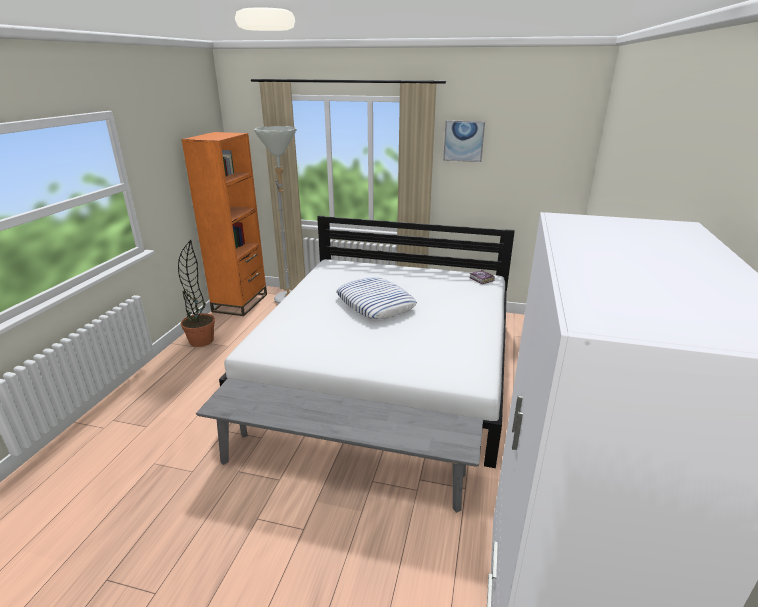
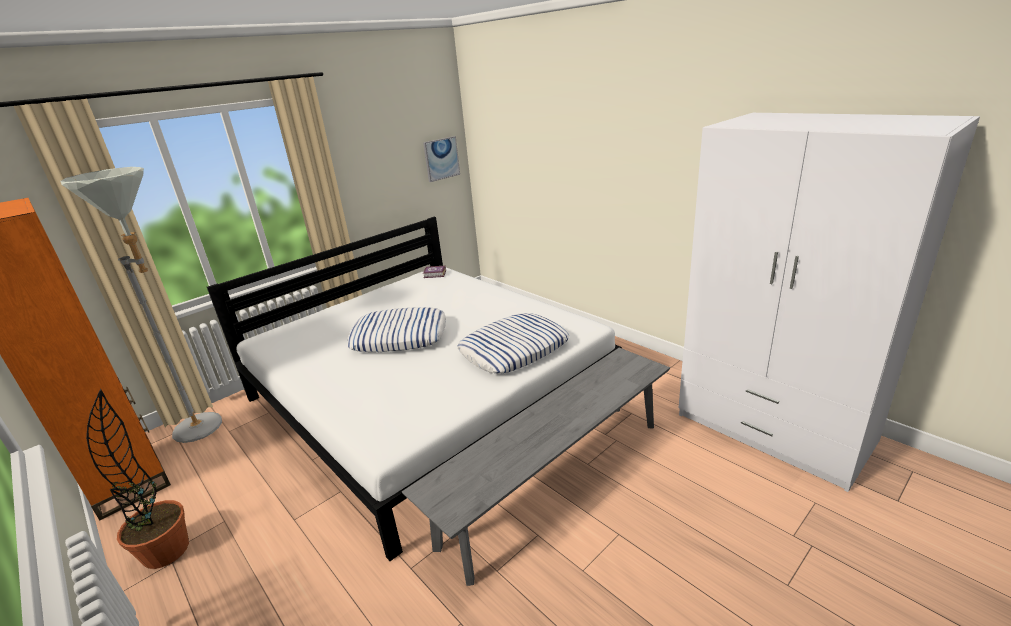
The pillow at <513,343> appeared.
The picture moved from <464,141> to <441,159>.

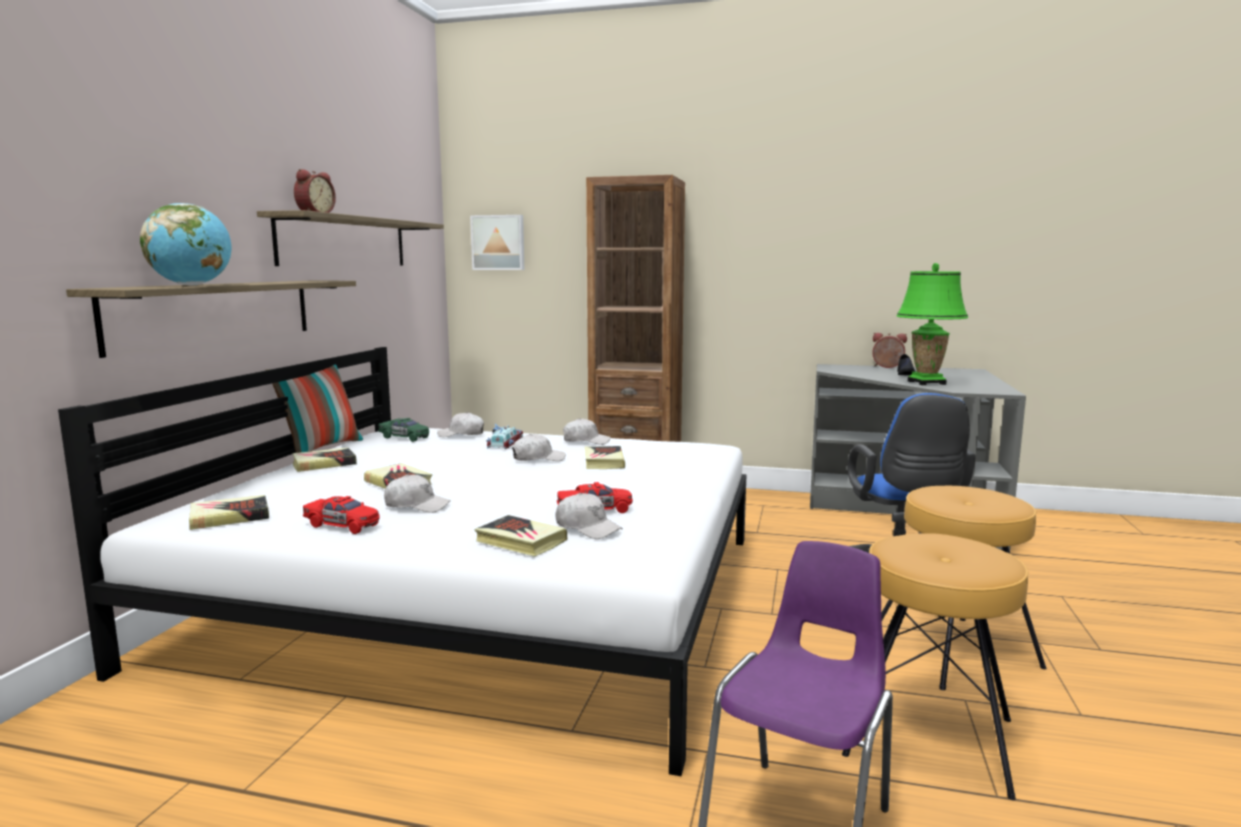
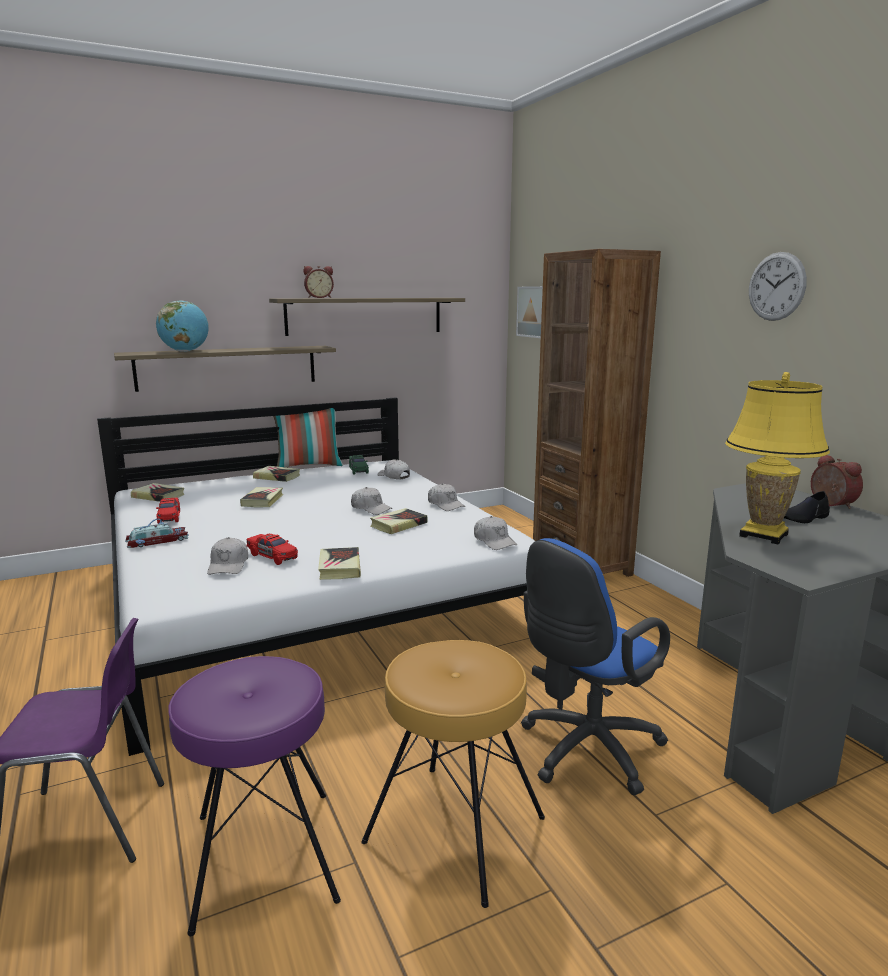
The wall clock at <778,286> appeared.
The cap (white) moved from <417,493> to <495,533>.
The book moved from <520,536> to <339,563>.
The toy car moved from <505,436> to <156,533>.
The stool (brown) at <935,666> became the stool (purple) at <254,796>.
The table lamp (green) at <932,324> became the table lamp (yellow) at <777,458>.

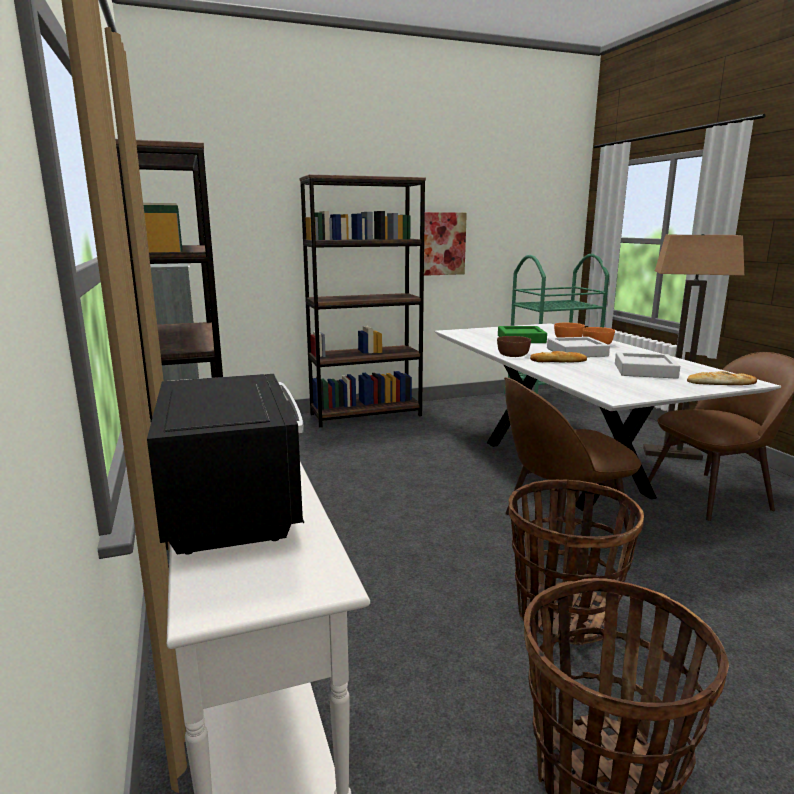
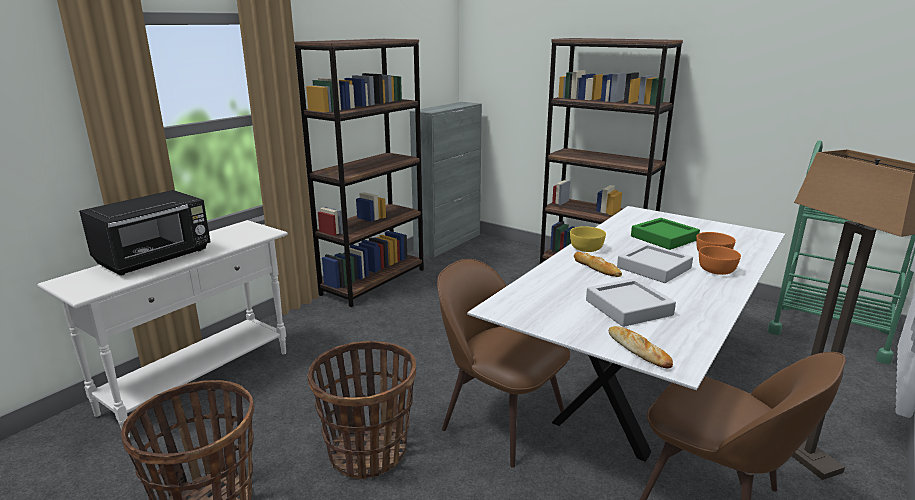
The picture at <445,244> disappeared.
The bowl (brown) at <514,346> became the bowl (yellow) at <588,239>.

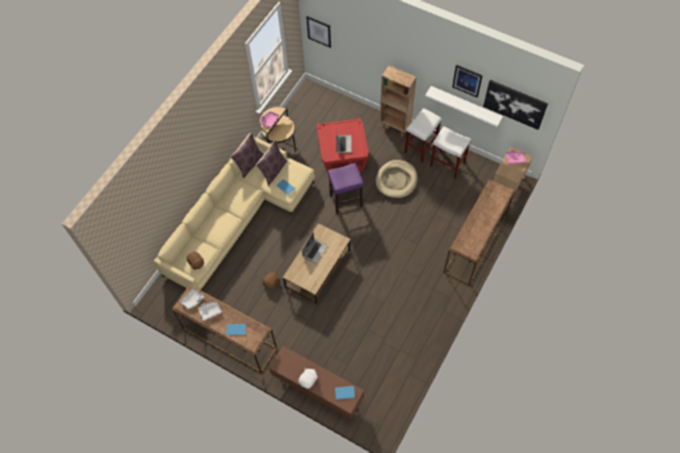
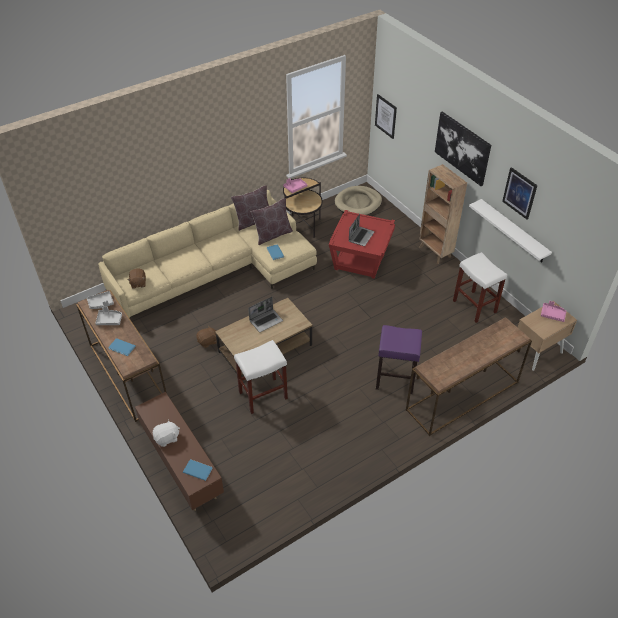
The stool (purple) moved from <346,188> to <399,359>.
The dog bed (beige) moved from <396,179> to <358,200>.
The stool (white) moved from <423,135> to <261,377>.
The picture moved from <515,105> to <463,149>.

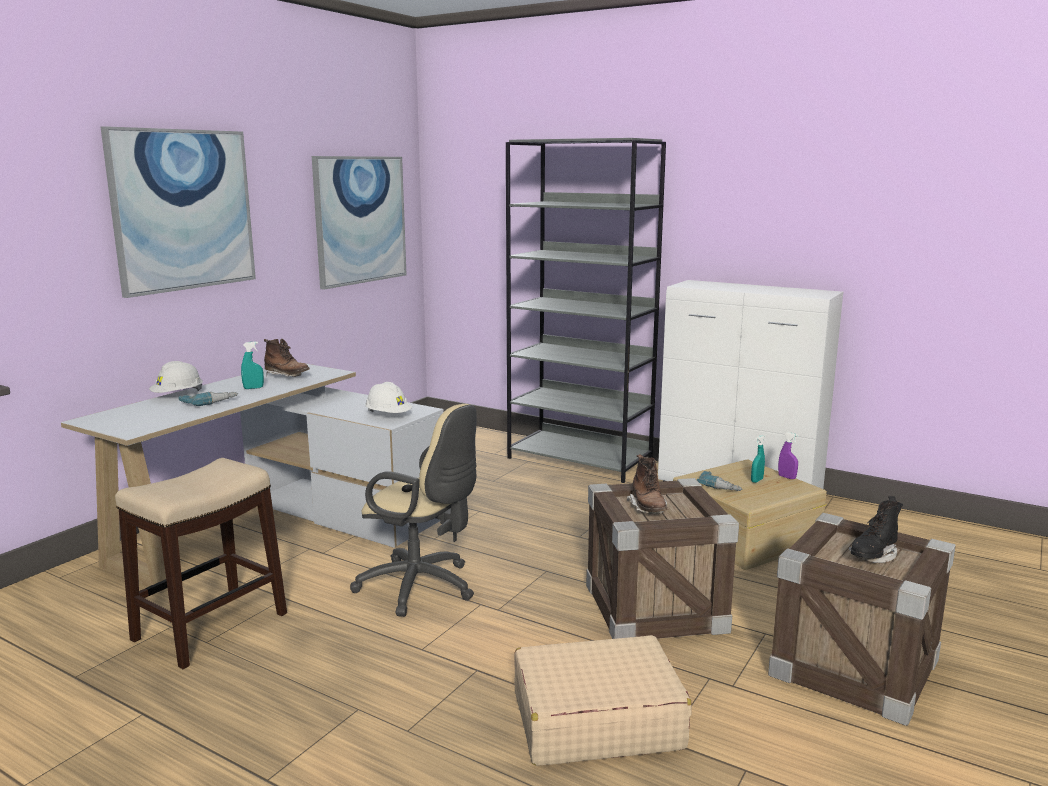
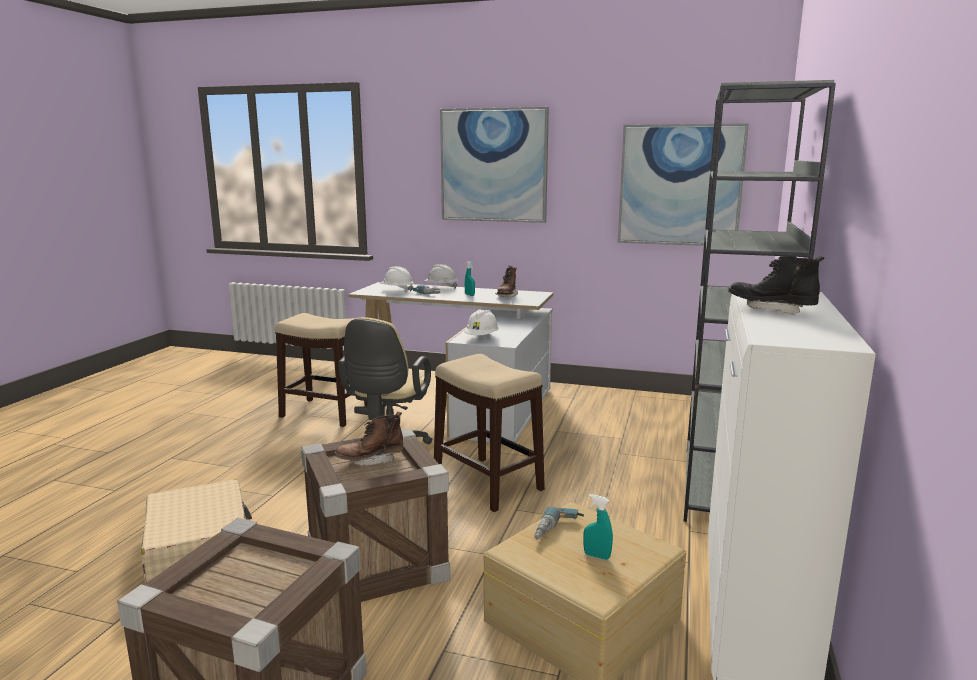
The spray bottle (purple) at <788,455> disappeared.
The hard hat (white) at <396,278> appeared.
The stool at <489,433> appeared.
The boot (black) moved from <876,529> to <776,285>.

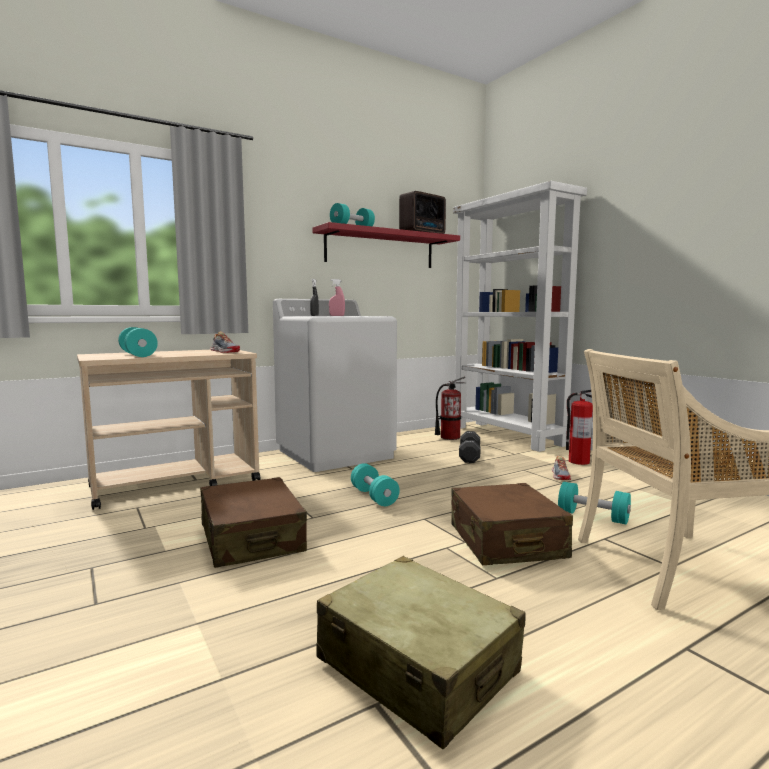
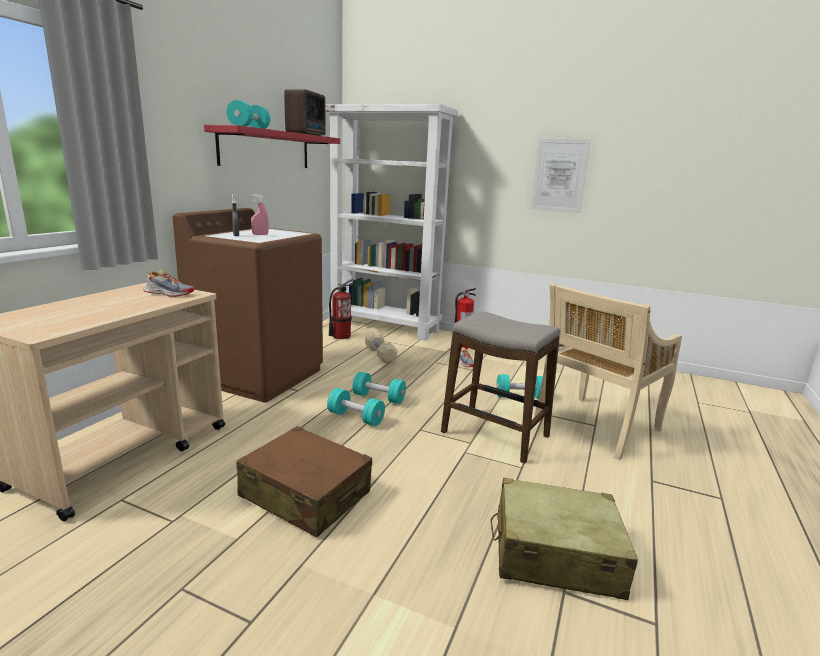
The picture at <561,175> appeared.
The dumbbell (turquoise) moved from <138,342> to <379,388>.
The suitcase (brown) at <512,524> was replaced by the stool at <500,388>.
The washing machine (white) at <335,385> became the washing machine (brown) at <247,305>.
The dumbbell (black) at <469,447> became the dumbbell (beige) at <381,347>.

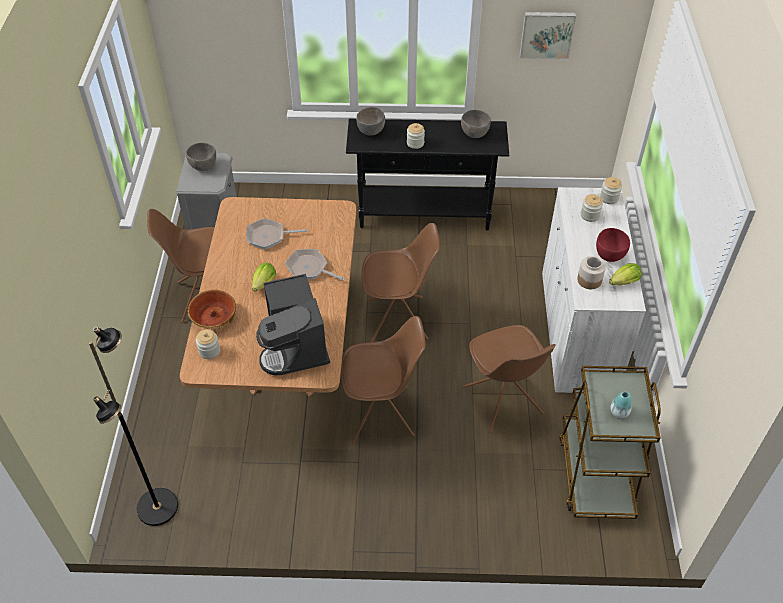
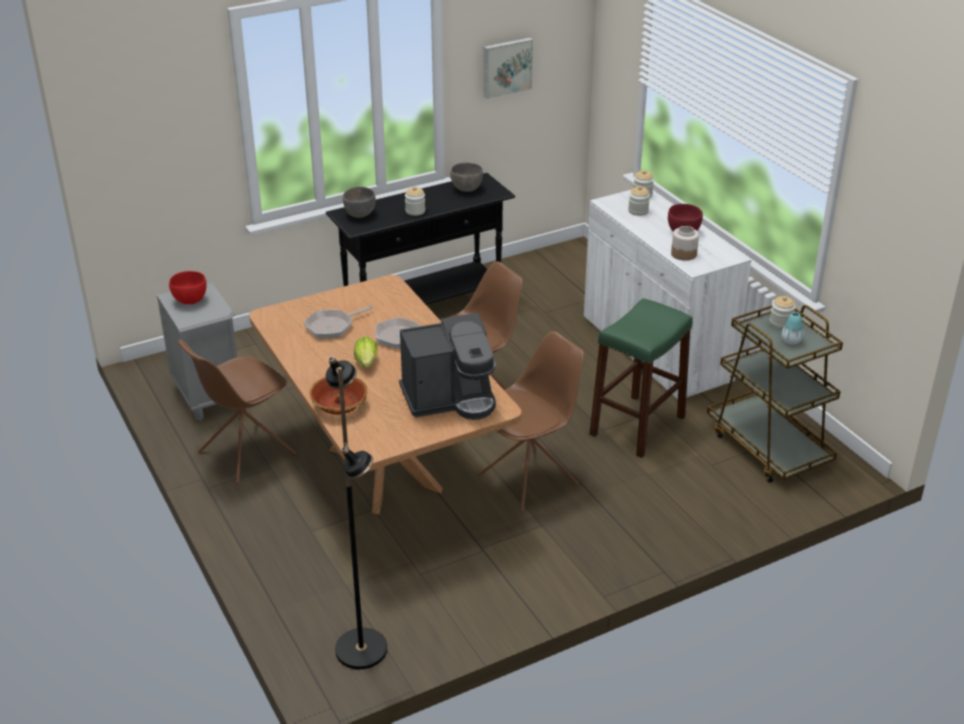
The lettuce at <625,274> disappeared.
The jar moved from <208,344> to <783,312>.
The chair (brown) at <509,379> was replaced by the stool (green) at <641,378>.
The bowl (grey) at <201,157> became the bowl (red) at <188,287>.
The coffee machine at <293,325> turned 60 degrees counterclockwise.

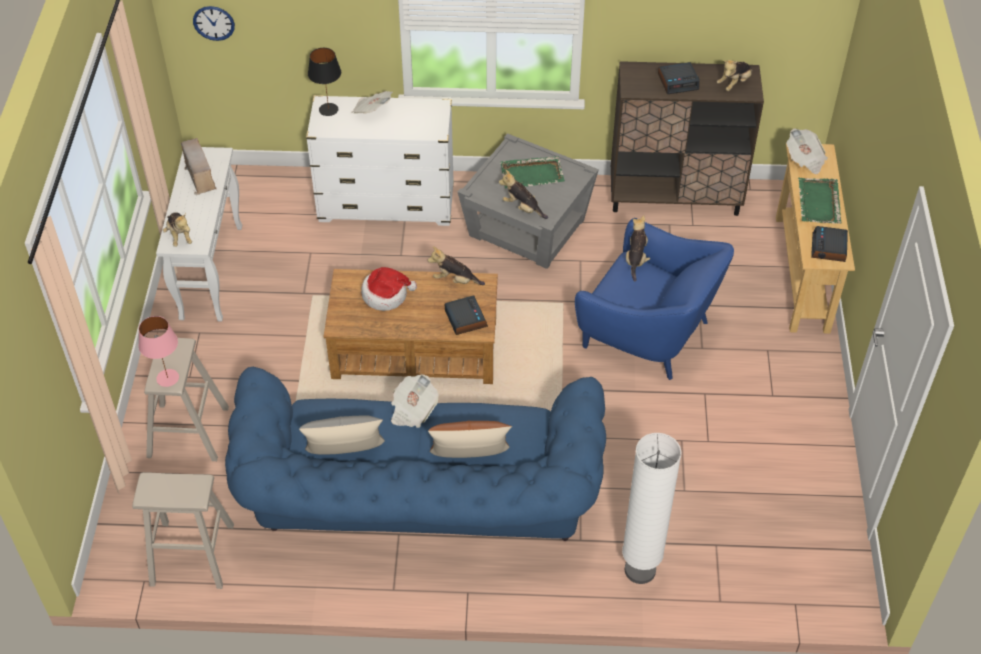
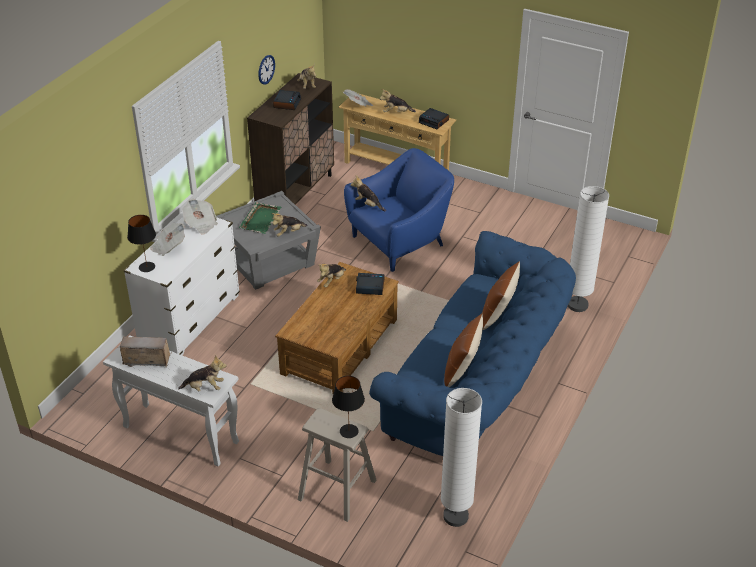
The hat at <389,289> disappeared.
The wall clock moved from <214,23> to <266,70>.
The newspaper moved from <415,401> to <200,217>.
The stool (beige) at <183,530> was replaced by the floor lamp (white) at <461,457>.
The tray (green) at <819,201> was replaced by the plush toy at <398,100>.
The table lamp (pink) at <158,351> became the table lamp (black) at <348,407>.
The pillow (grey) at <342,434> became the pillow (brown) at <463,350>.

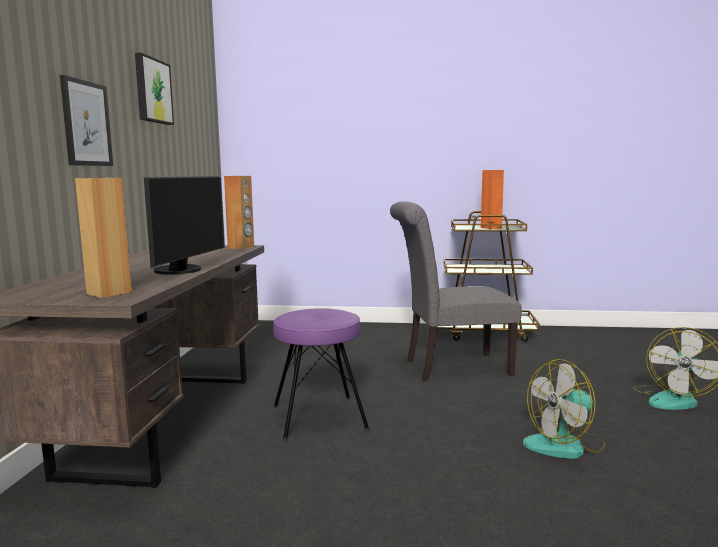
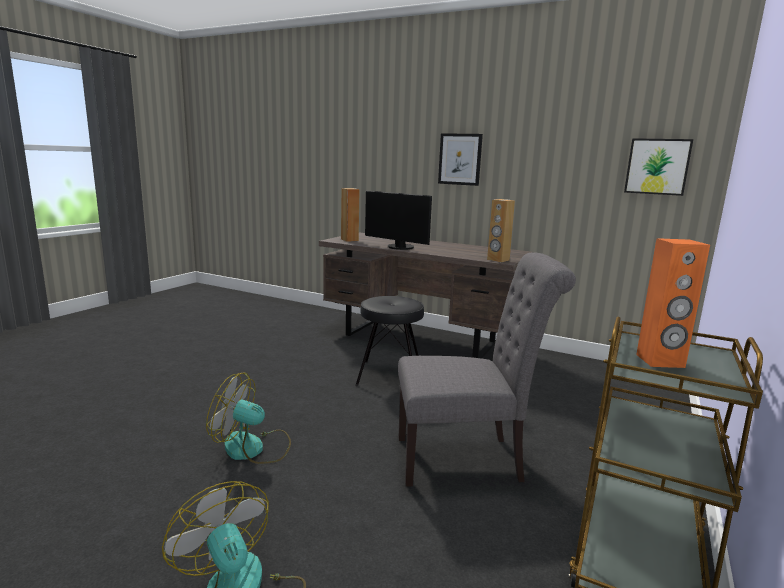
The picture moved from <154,89> to <658,167>.
The stool (purple) at <321,375> became the stool (black) at <389,341>.
The chair (grey) at <456,291> turned 75 degrees clockwise.
The fan at <564,409> turned 75 degrees counterclockwise.

